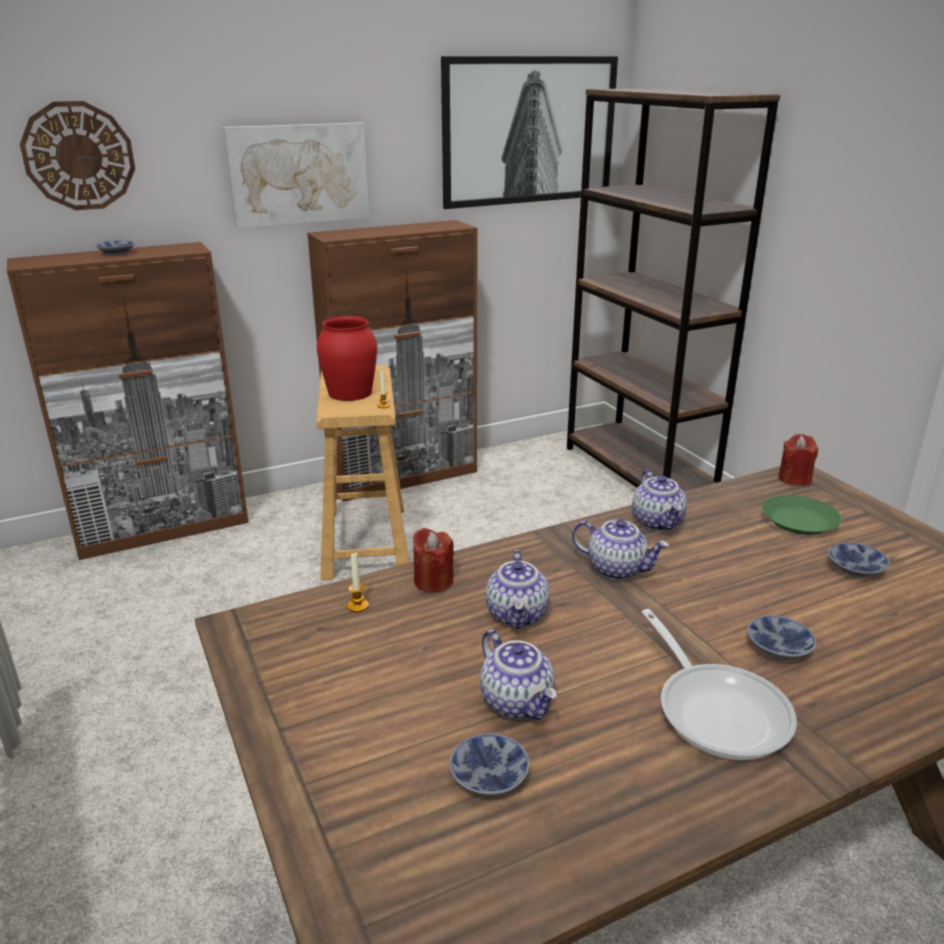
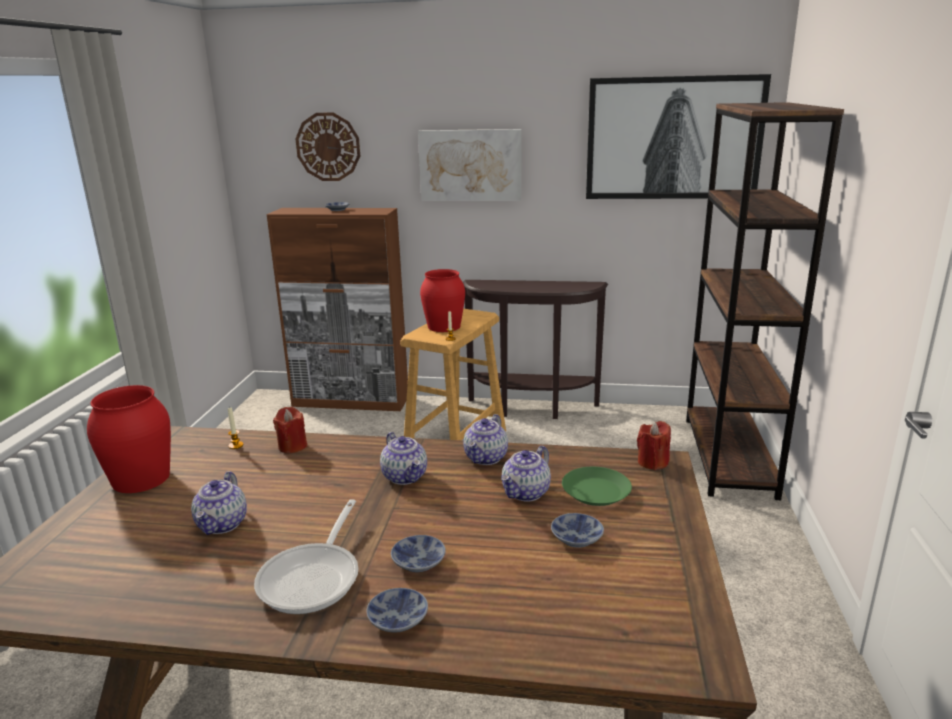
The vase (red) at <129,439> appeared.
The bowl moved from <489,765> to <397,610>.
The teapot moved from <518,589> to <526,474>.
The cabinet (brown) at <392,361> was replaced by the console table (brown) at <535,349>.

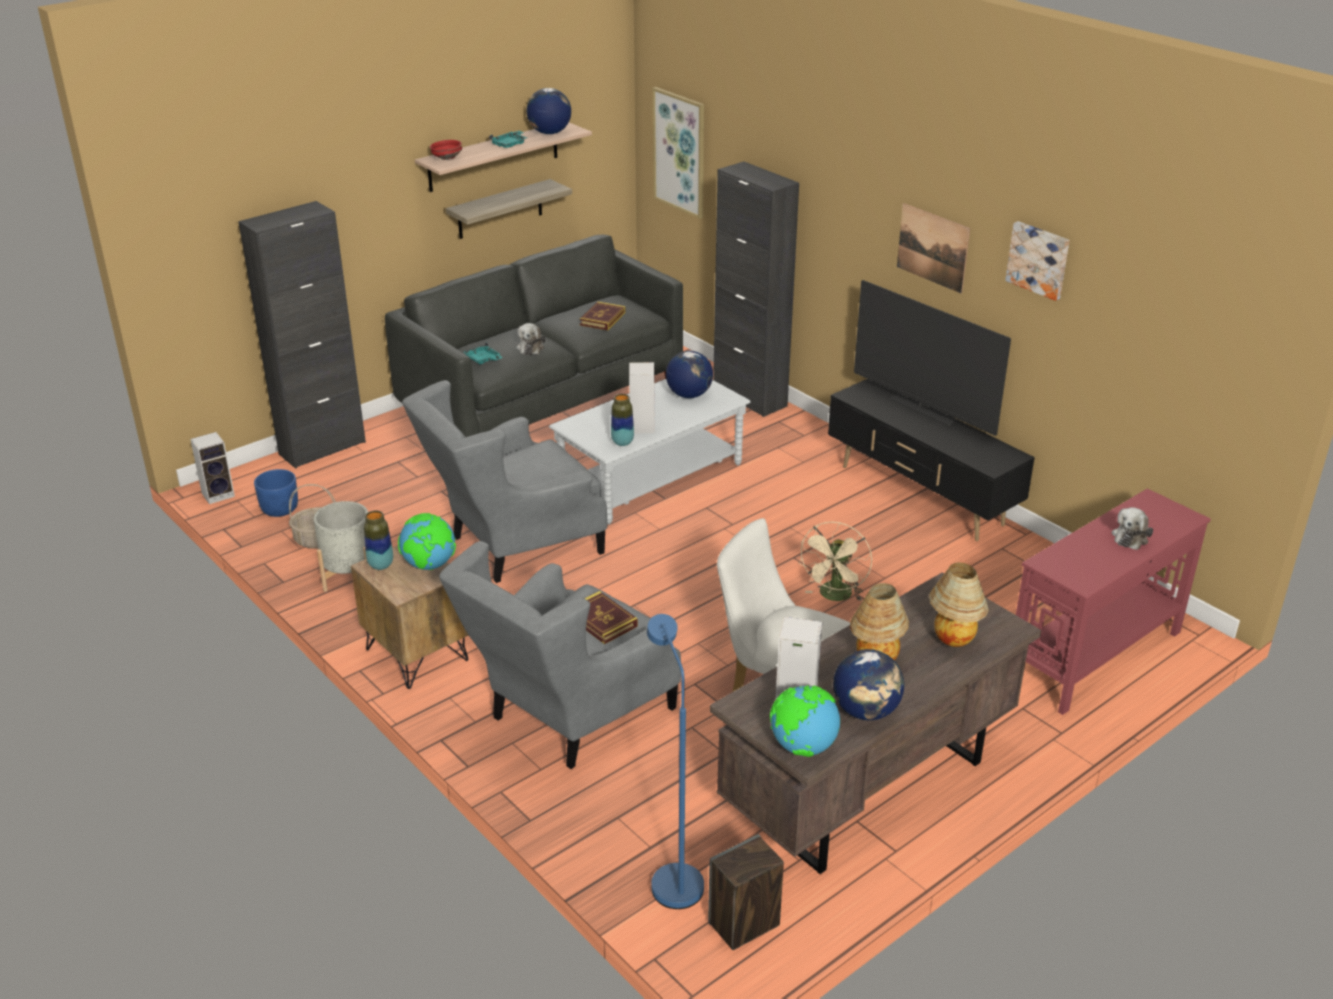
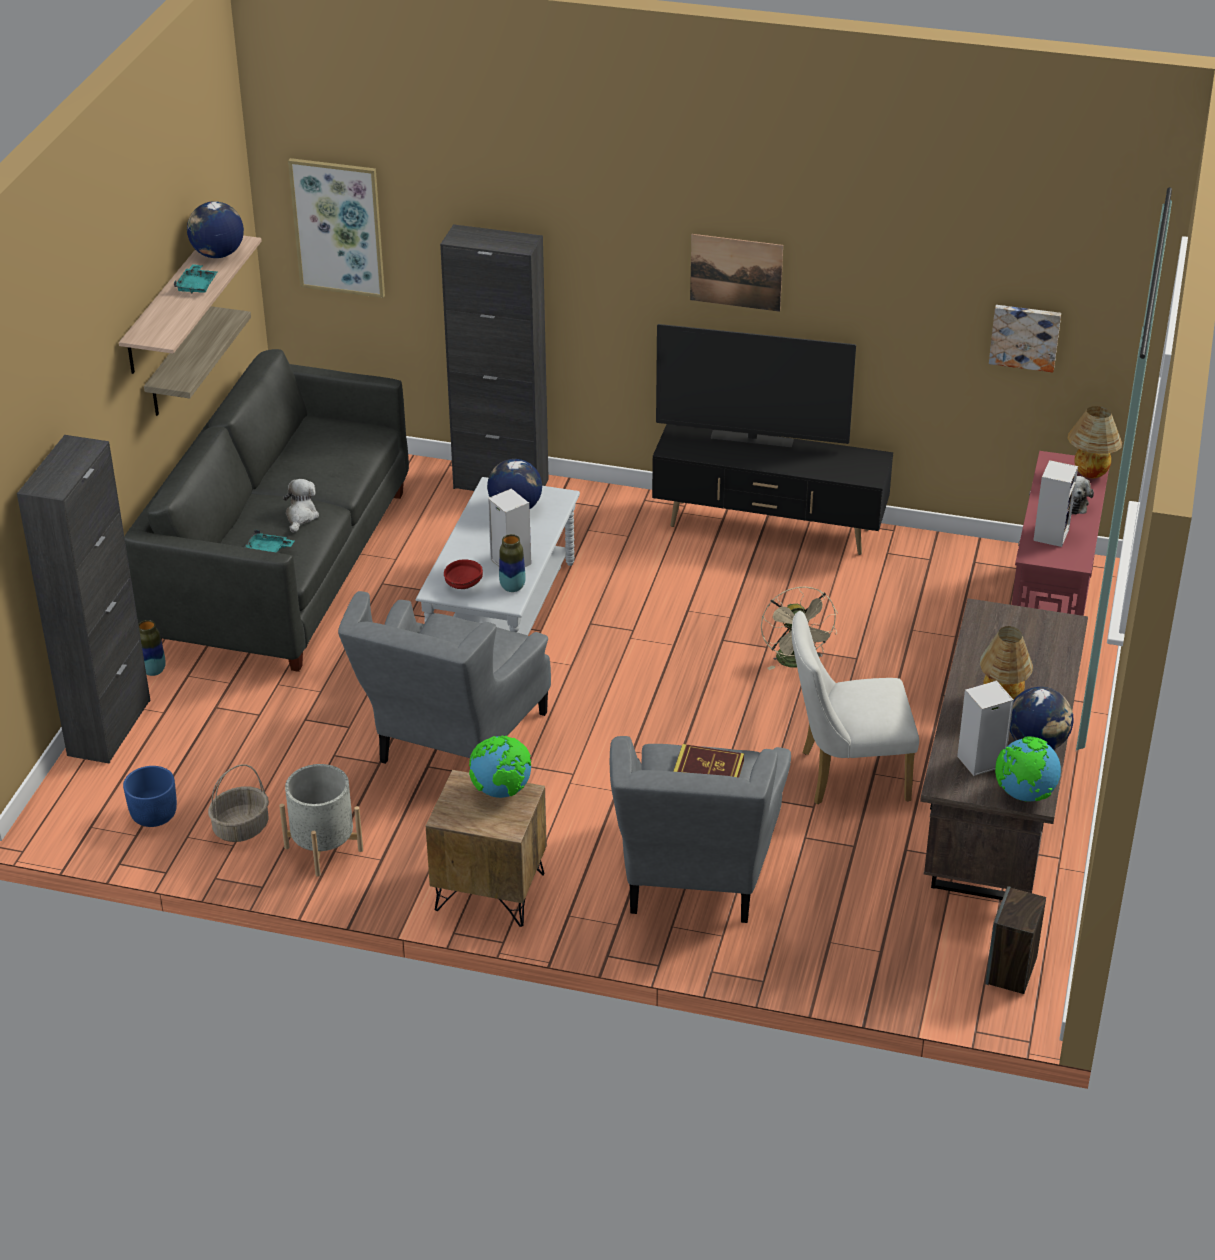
The book at <603,316> disappeared.
The floor lamp (blue) at <675,761> disappeared.
The speaker moved from <212,468> to <1055,503>.
The vase moved from <378,540> to <152,648>.
The bowl (red) moved from <446,150> to <463,574>.
The table lamp moved from <959,604> to <1095,442>.
The picture moved from <1037,261> to <1025,338>.
The plush toy at <531,339> turned 135 degrees counterclockwise.

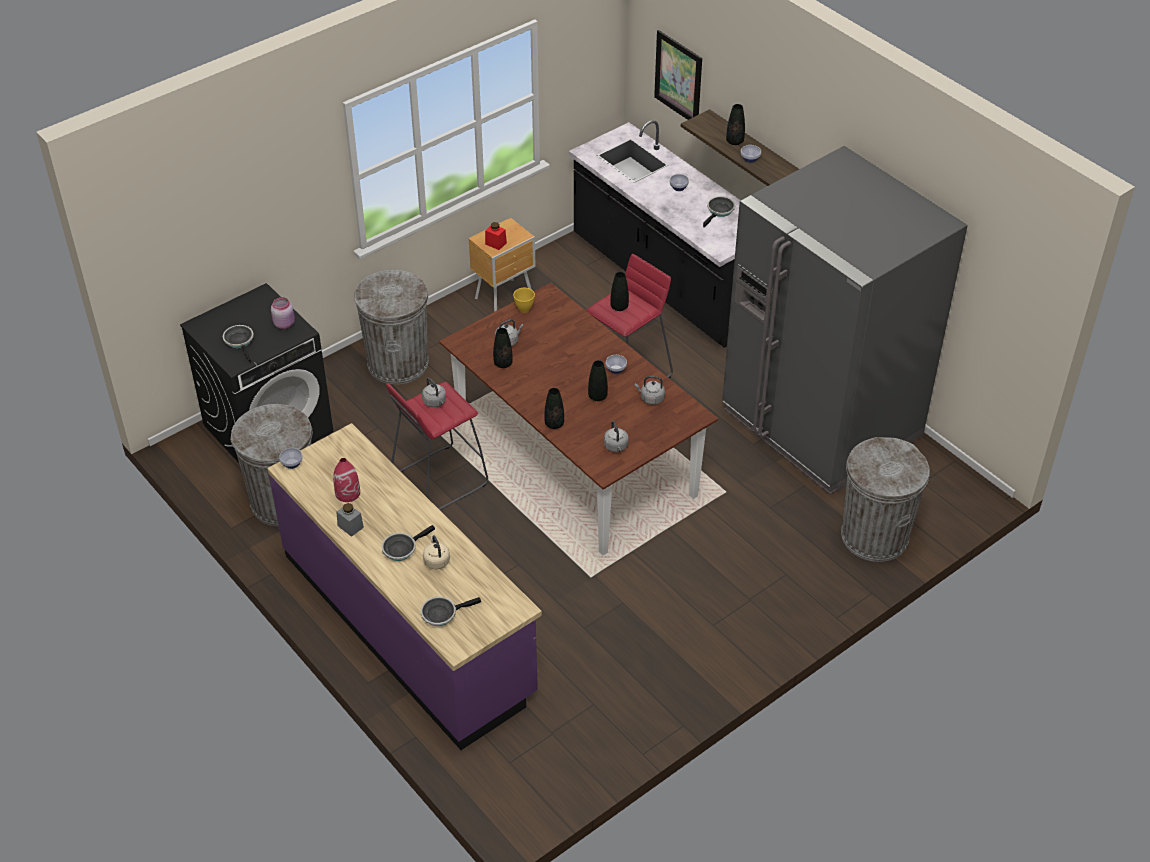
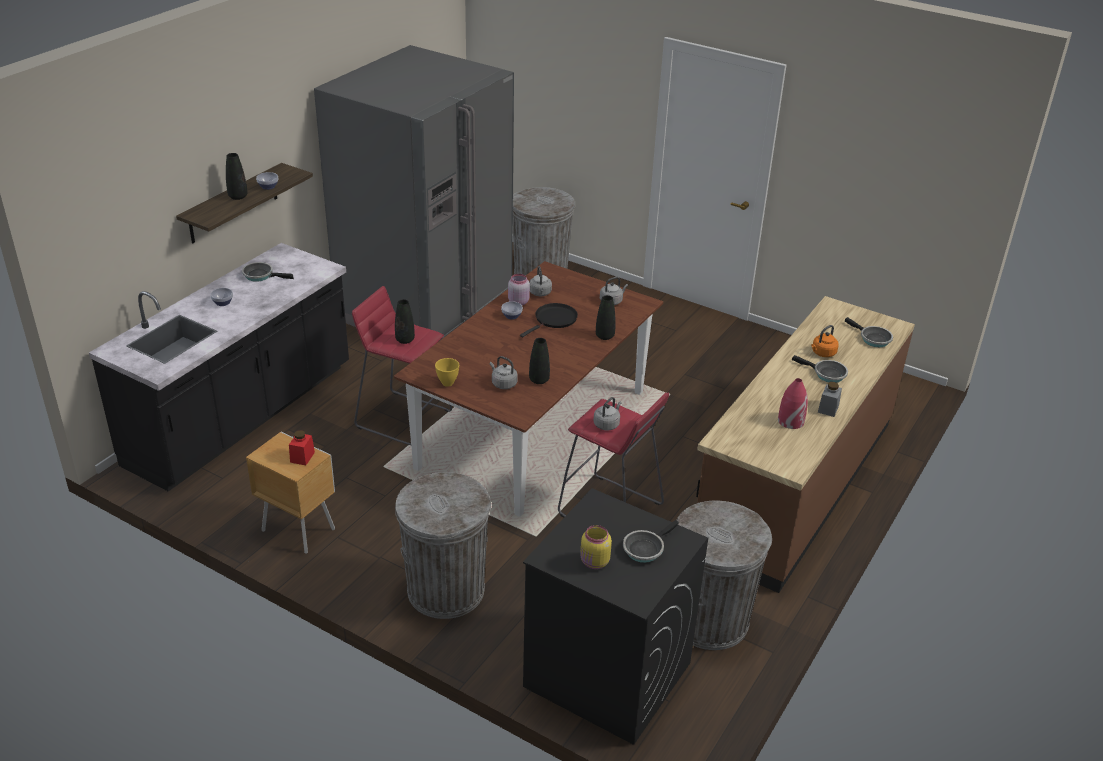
The bowl at <291,458> disappeared.
The picture at <678,75> disappeared.
The jar (yellow) at <596,547> appeared.
The jar (pink) moved from <283,313> to <519,289>.
The vase (black) at <598,380> was replaced by the frying pan (black) at <549,320>.
The counter (purple) at <404,586> became the counter (brown) at <805,444>.
The kettle (beige) at <436,551> became the kettle (orange) at <825,341>.

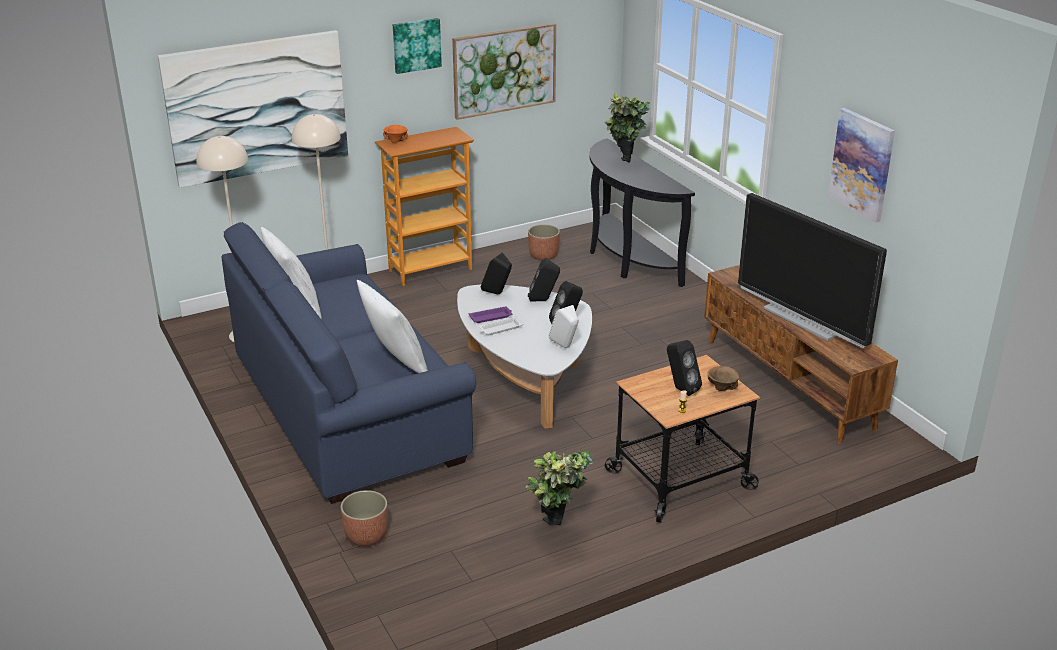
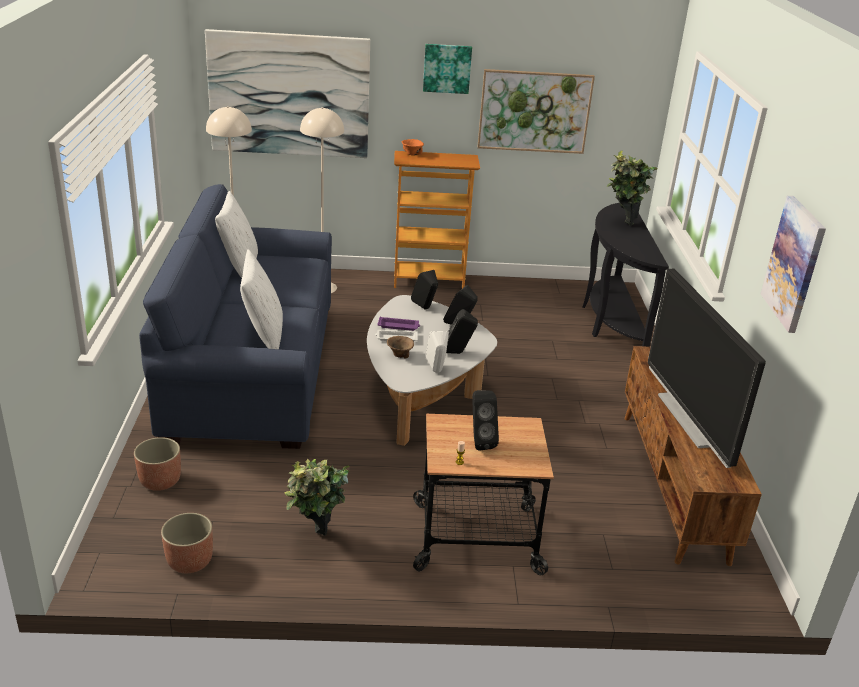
The planter moved from <544,242> to <187,543>.
The bowl (brown) moved from <723,378> to <400,347>.

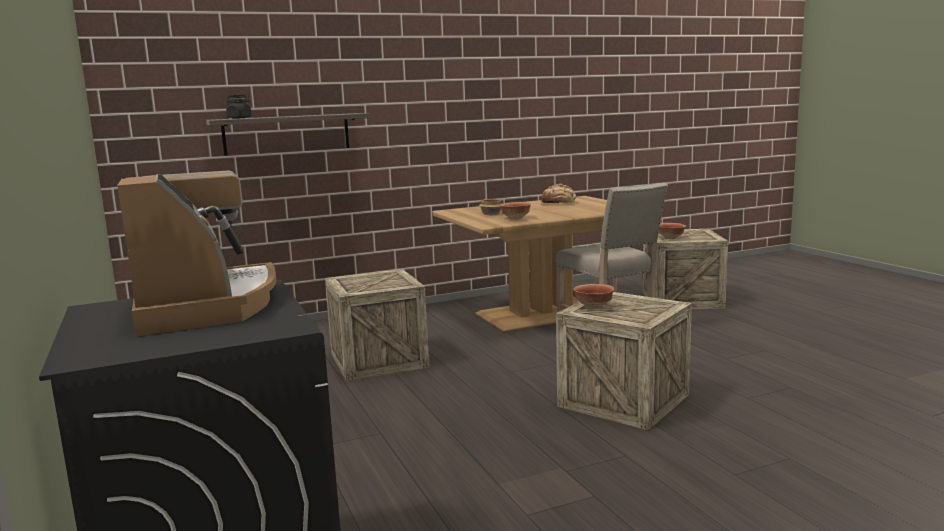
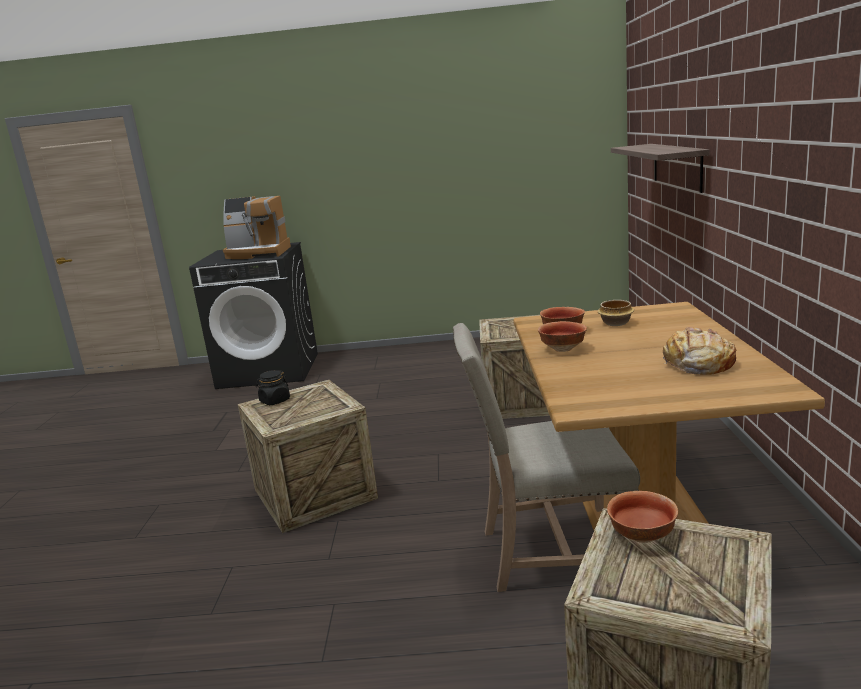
The jar (black) moved from <239,107> to <273,387>.
The bowl moved from <593,296> to <562,336>.

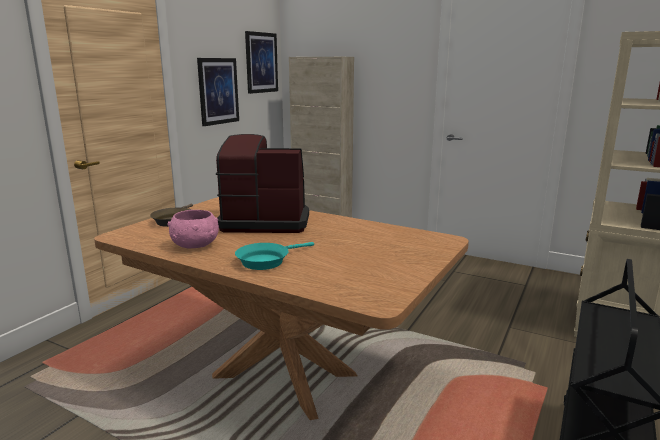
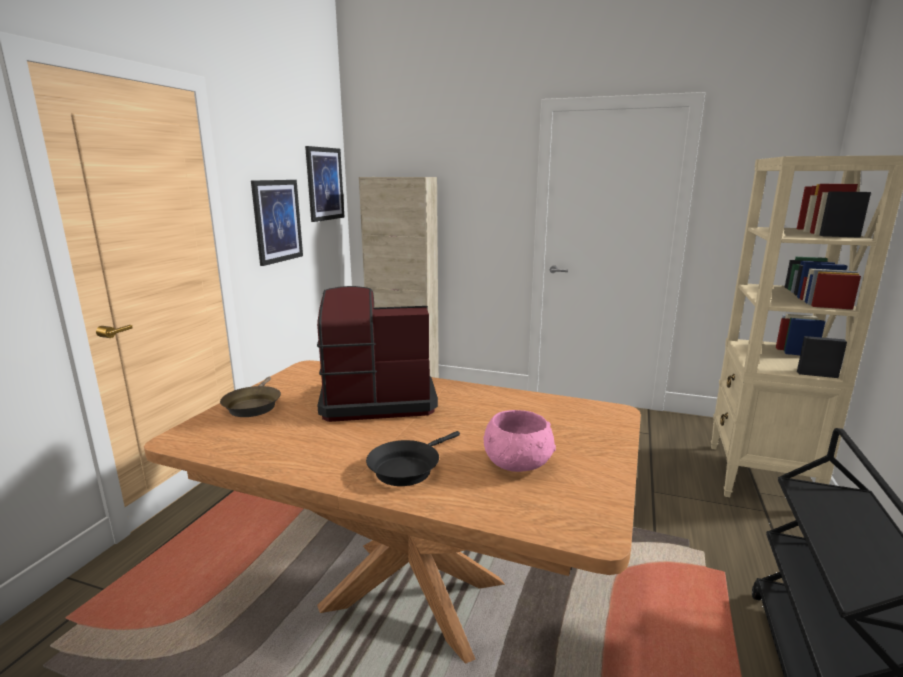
The bowl (pink) moved from <193,229> to <519,441>.
The frying pan (turquoise) at <274,256> became the frying pan (black) at <413,458>.

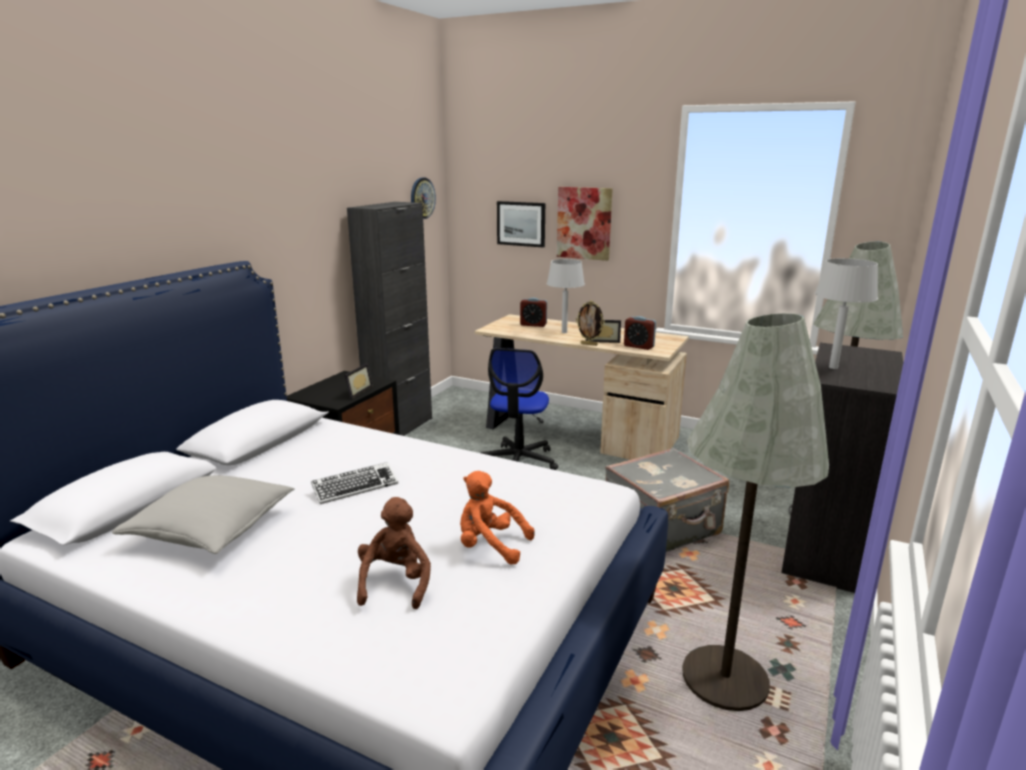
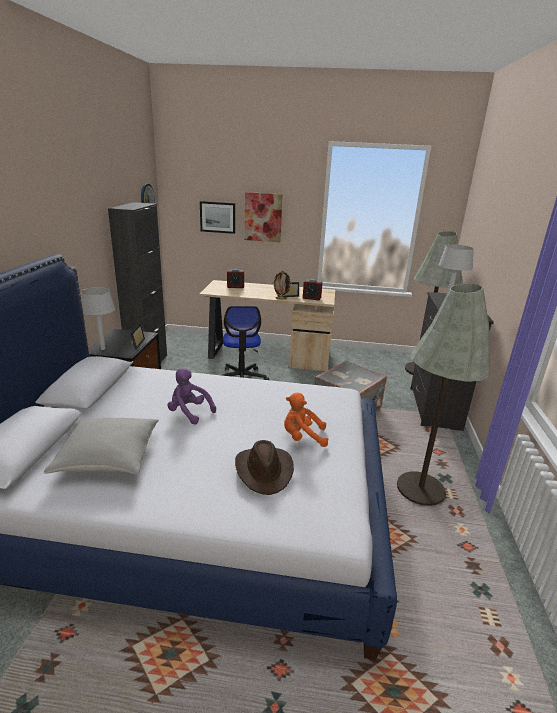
The table lamp (grey) moved from <566,296> to <98,318>.
The keyboard at <354,483> was replaced by the plush toy (purple) at <191,396>.
The plush toy (brown) at <394,553> was replaced by the hat (brown) at <264,467>.

